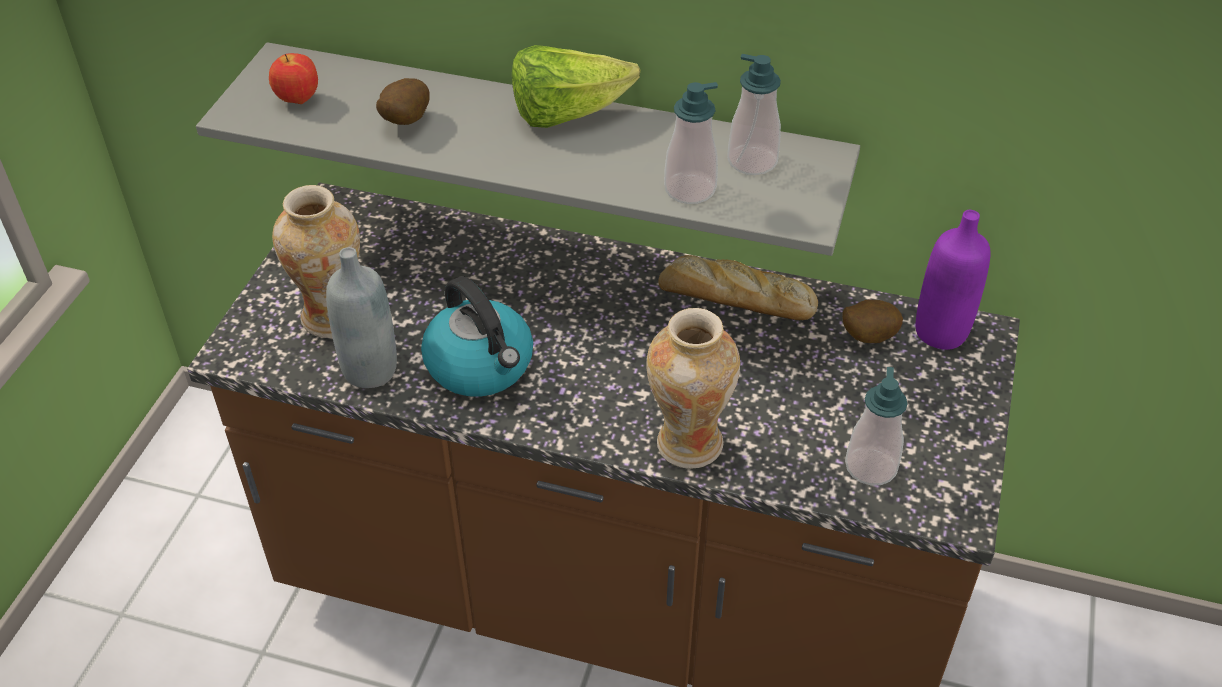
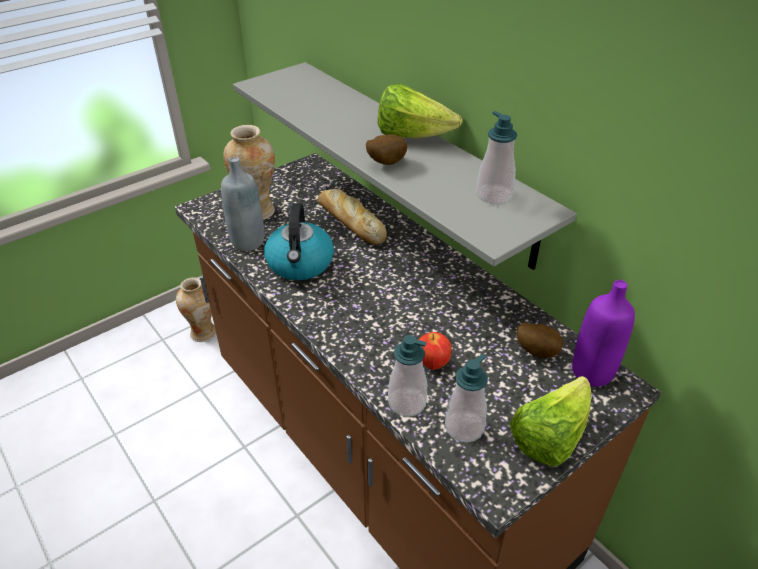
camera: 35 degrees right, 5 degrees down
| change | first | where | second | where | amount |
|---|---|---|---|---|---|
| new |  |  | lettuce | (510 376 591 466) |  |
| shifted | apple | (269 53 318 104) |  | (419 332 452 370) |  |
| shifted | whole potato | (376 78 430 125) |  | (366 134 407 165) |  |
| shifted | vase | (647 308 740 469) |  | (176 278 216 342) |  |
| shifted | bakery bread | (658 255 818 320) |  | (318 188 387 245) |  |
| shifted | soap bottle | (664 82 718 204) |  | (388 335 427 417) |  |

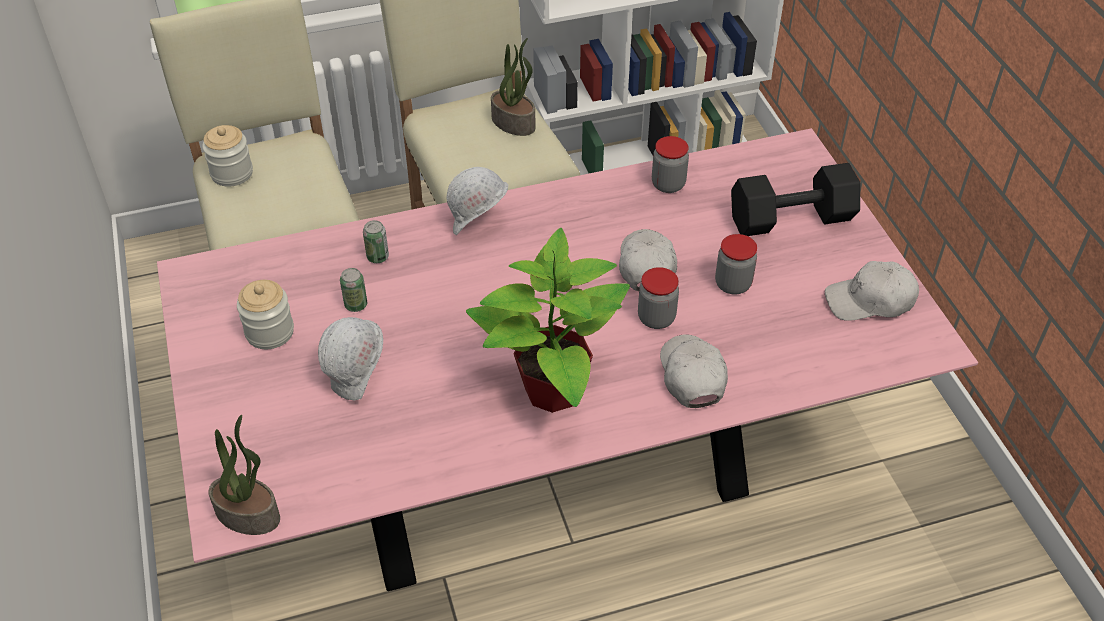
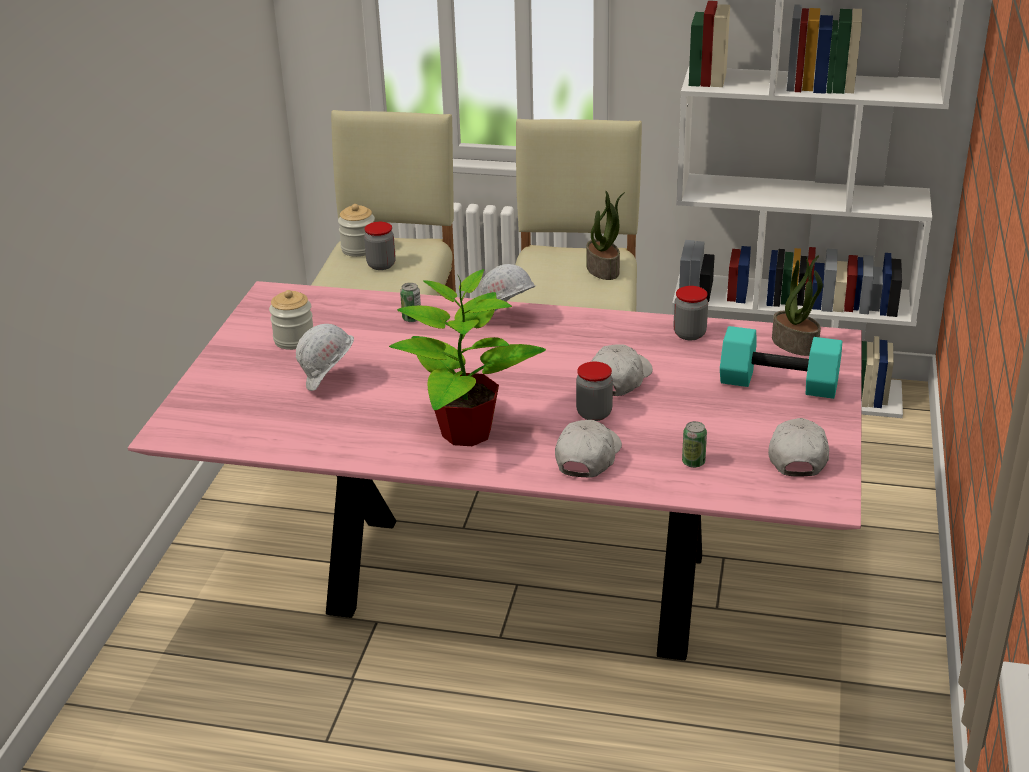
camera: 30 degrees right, 15 degrees down
| change | first | where | second | where | amount |
|---|---|---|---|---|---|
| shifted | houseplant | (208 415 280 535) |  | (772 255 823 356) |  |
| shifted | sealed can | (340 268 367 312) |  | (682 421 707 468) |  |
| shifted | jar | (715 234 757 294) |  | (364 222 396 270) |  |
| repainted | black-coloured dumbbell | (731 163 860 236) | blue-green dumbbell | (720 326 843 399) |  |
| rotated | whitish cap | (825 261 919 321) |  | (768 418 829 477) | 75 degrees clockwise |

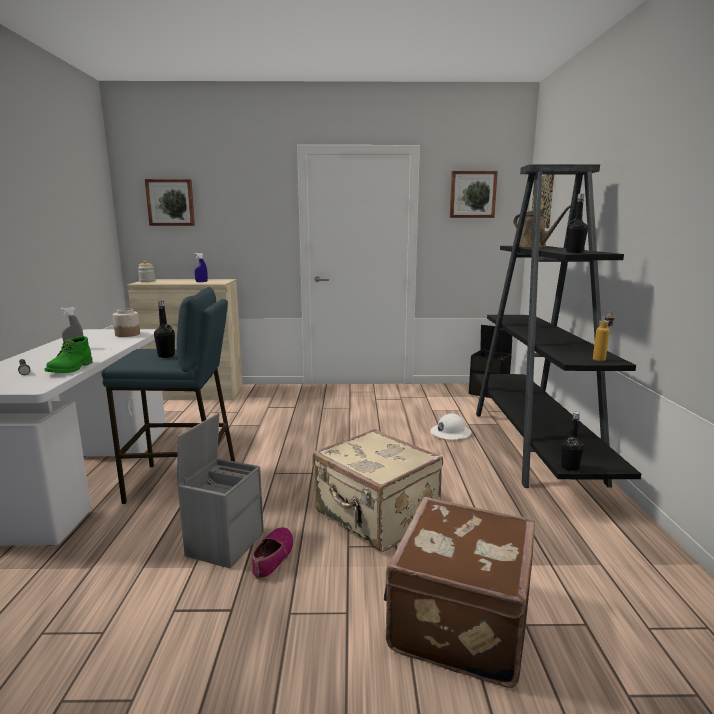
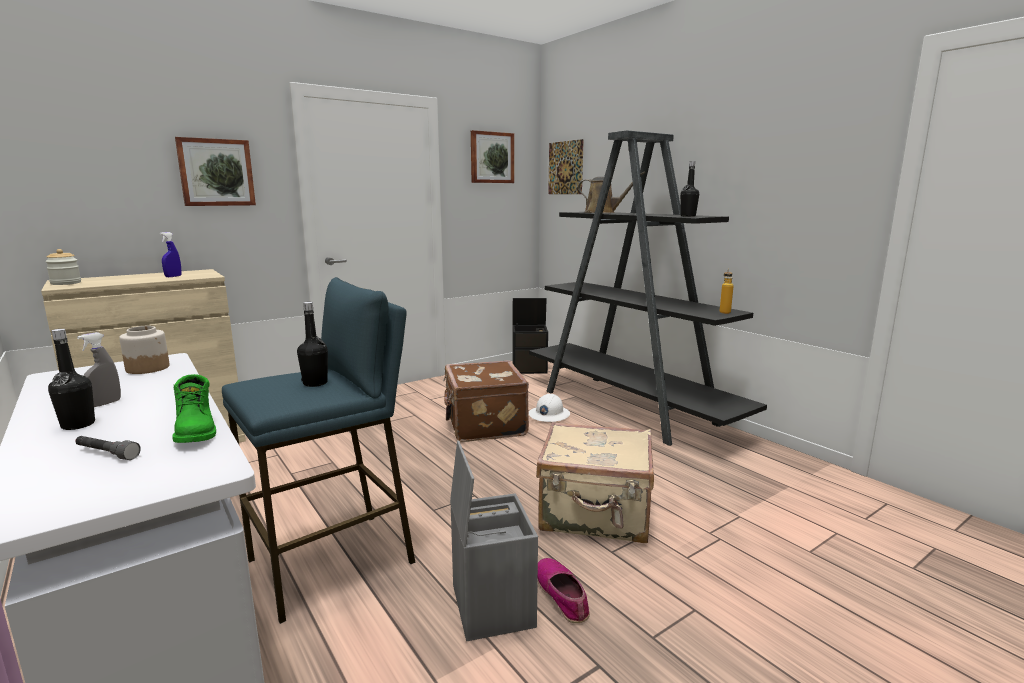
camera: 35 degrees left, 0 degrees up
| change | first | where | second | where | amount |
|---|---|---|---|---|---|
| shifted | wall art | (145 179 195 226) |  | (175 137 256 206) |  |
| shifted | brown travel case | (384 497 535 688) |  | (443 360 529 442) |  |
| shifted | black-coloured beverage bottle | (561 412 584 471) |  | (48 329 95 430) |  |

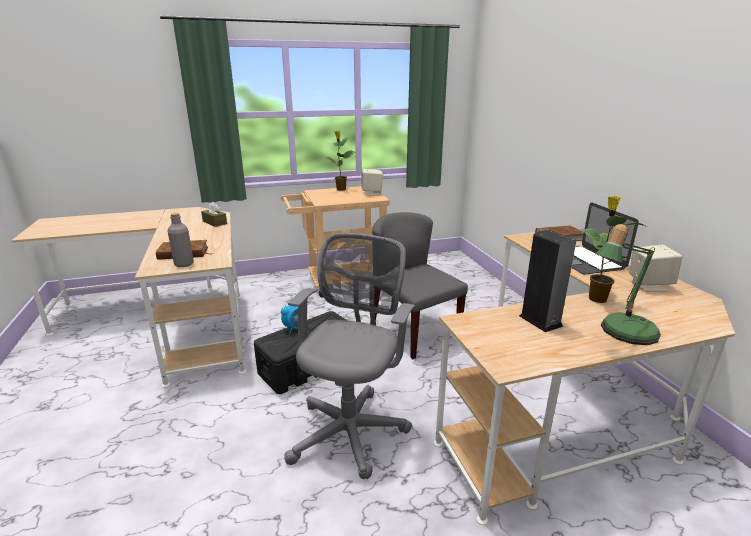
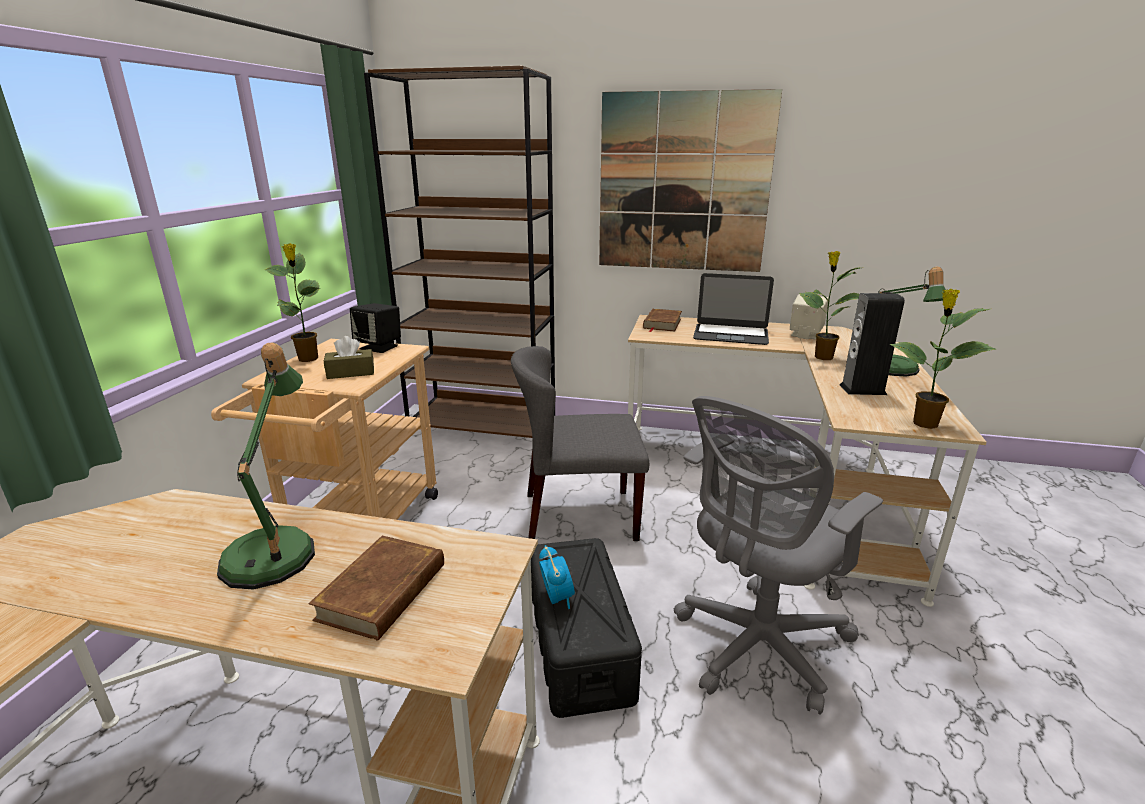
camera: 60 degrees left, 0 degrees up
| change | first | where | second | where | amount |
|---|---|---|---|---|---|
| gone | grey beverage bottle | (168 213 194 267) |  |  |  |
| new |  |  | tabletop lamp | (217 342 315 590) |  |
| new |  |  | brown bookcase | (364 66 555 438) |  |
| new |  |  | wall art | (599 89 782 272) |  |
| new |  |  | houseplant | (890 289 996 429) |  |
| shifted | brown tissue holder | (201 202 227 227) |  | (324 336 374 379) |  |
| repainted | sand-coloured audio speaker | (361 169 383 196) | black-coloured audio speaker | (350 303 401 353) |  |
| rotated | grey desk chair | (284 233 415 479) |  | (674 396 883 715) | 90 degrees counterclockwise |

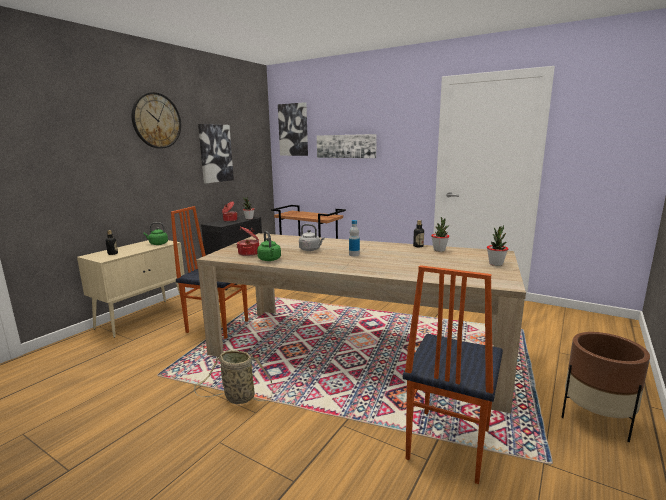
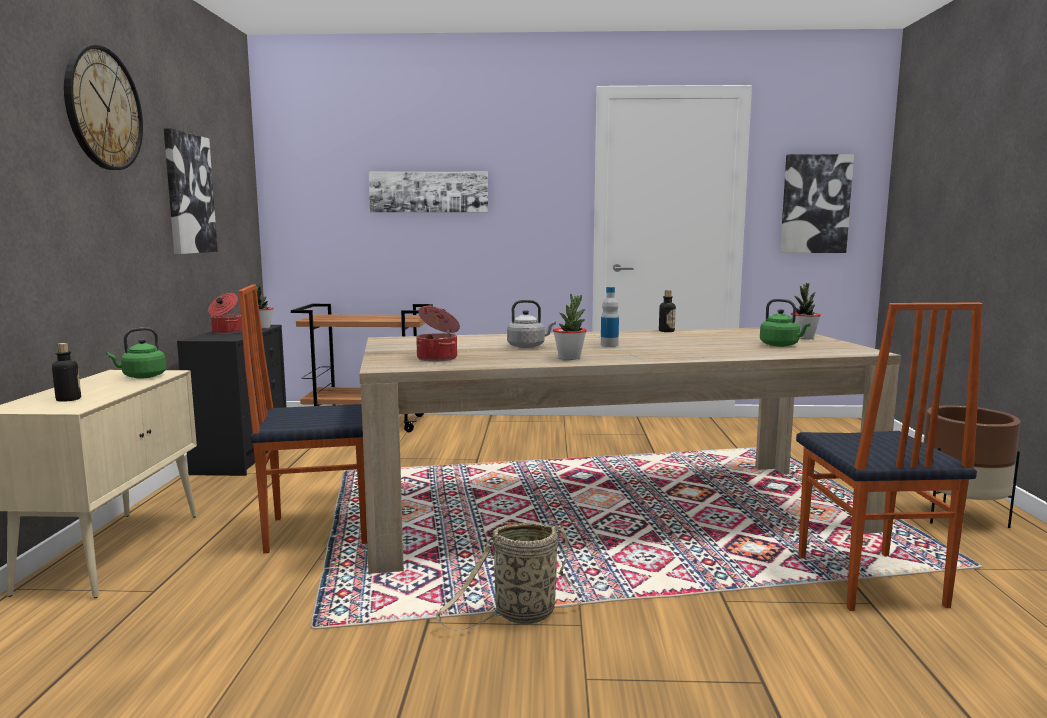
camera: 30 degrees left, 5 degrees down
| change | first | where | second | where | amount |
|---|---|---|---|---|---|
| shifted | greenish kettle | (257 231 281 261) |  | (760 299 811 347) |  |
| shifted | wall art | (278 102 308 156) |  | (780 154 854 253) |  |
| shifted | houseplant | (431 217 450 252) |  | (553 294 587 360) |  |

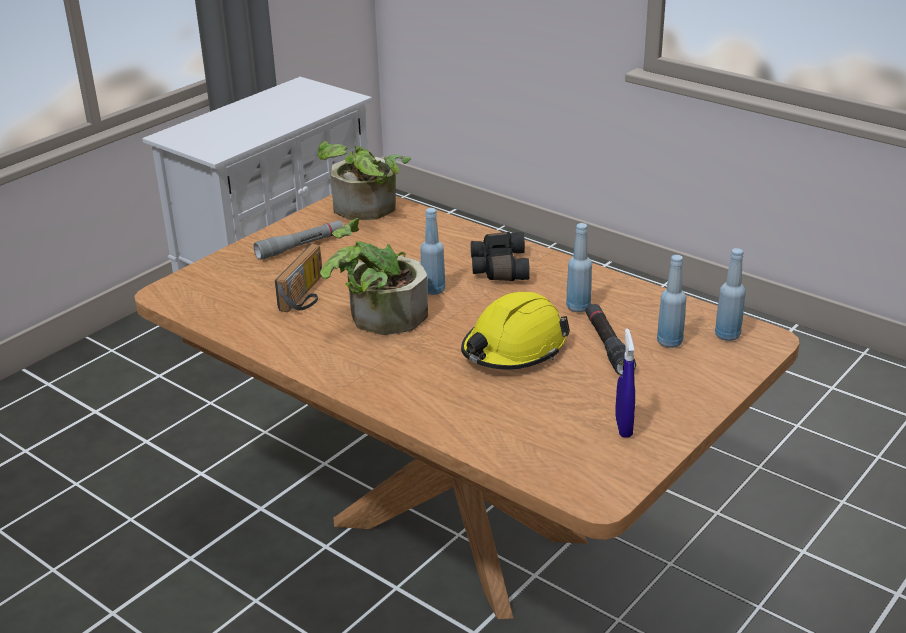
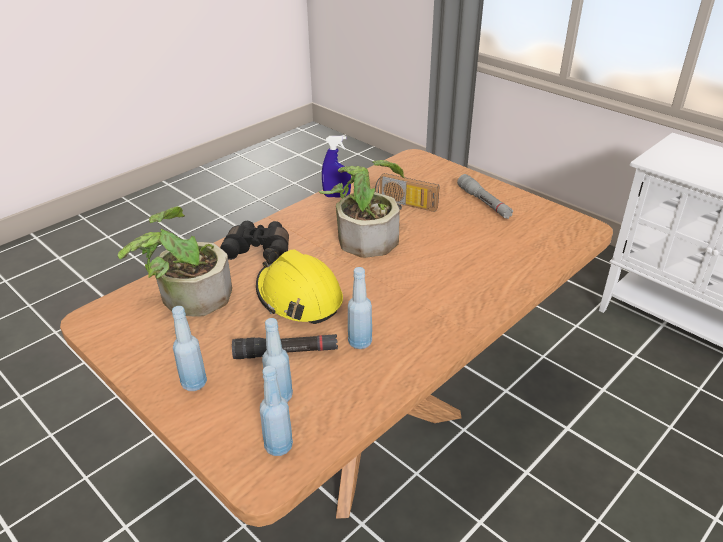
camera: 95 degrees right, 5 degrees up
| change | first | where | second | where | amount |
|---|---|---|---|---|---|
| shifted | houseplant | (317 141 411 220) |  | (118 206 232 317) |  |
| shifted | blue-coloured beverage bottle | (421 208 445 295) |  | (172 306 207 391) |  |
| shifted | black-coloured pair of binoculars | (471 232 530 281) |  | (220 221 289 260) |  |
| shifted | blue-coloured spray bottle | (615 329 635 438) |  | (322 136 351 198) |  |

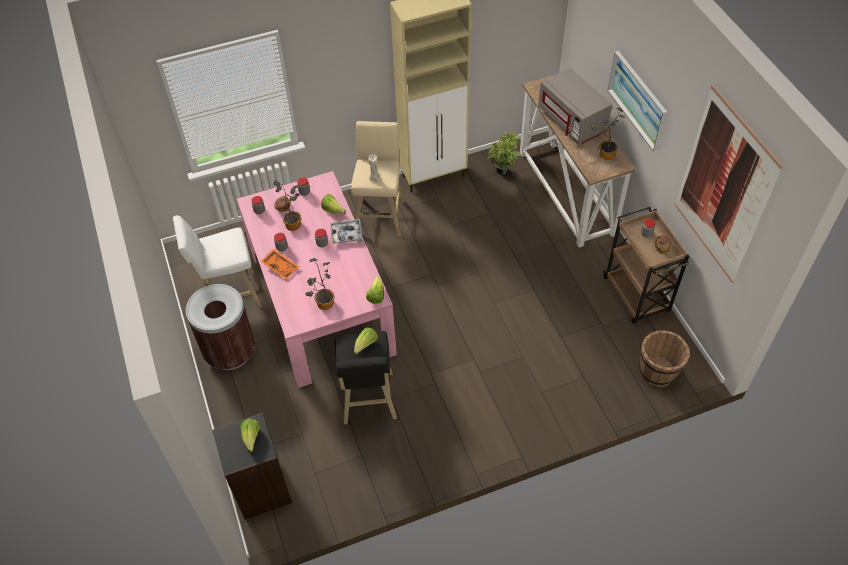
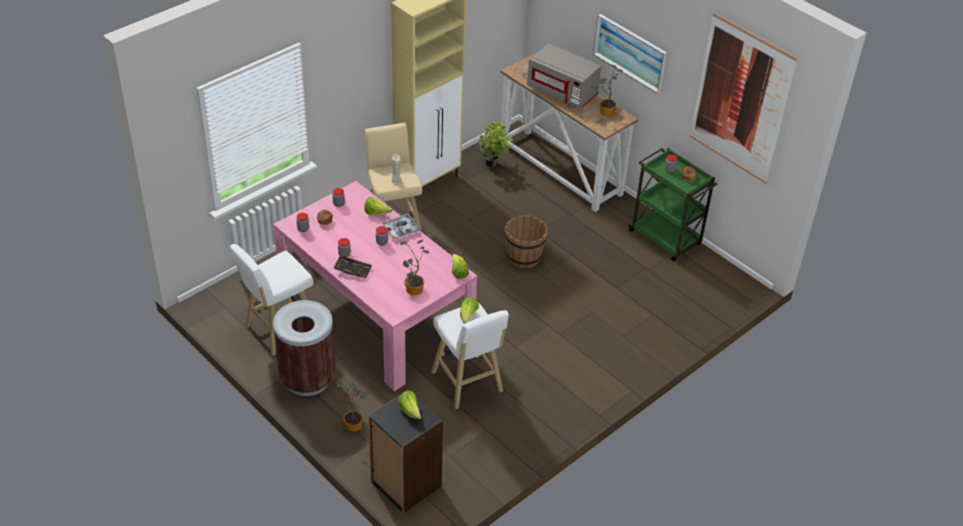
camera: 25 degrees left, 10 degrees down
| change | first | where | second | where | amount |
|---|---|---|---|---|---|
| shifted | houseplant | (274 180 301 231) |  | (336 382 367 432) |  |
| shifted | brown bucket | (639 330 690 387) |  | (505 215 548 268) |  |
| repainted | orangey carrying tray | (261 249 299 279) | black-coloured carrying tray | (333 255 372 279) |  |
| repainted | black-coloured sitting stool | (335 331 397 424) | whitish sitting stool | (431 303 509 409) |  |
| repainted | brown trolley | (603 207 690 324) | greenish trolley | (628 148 718 261) |  |

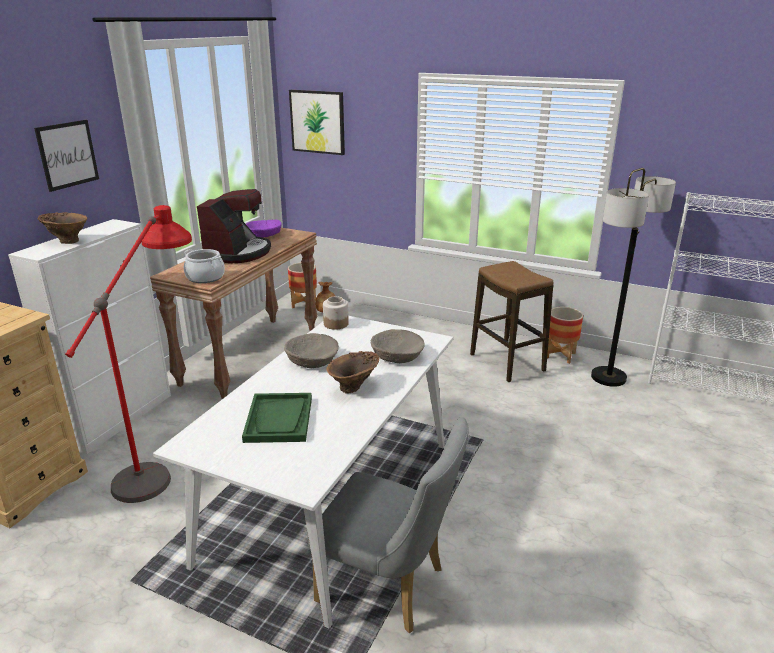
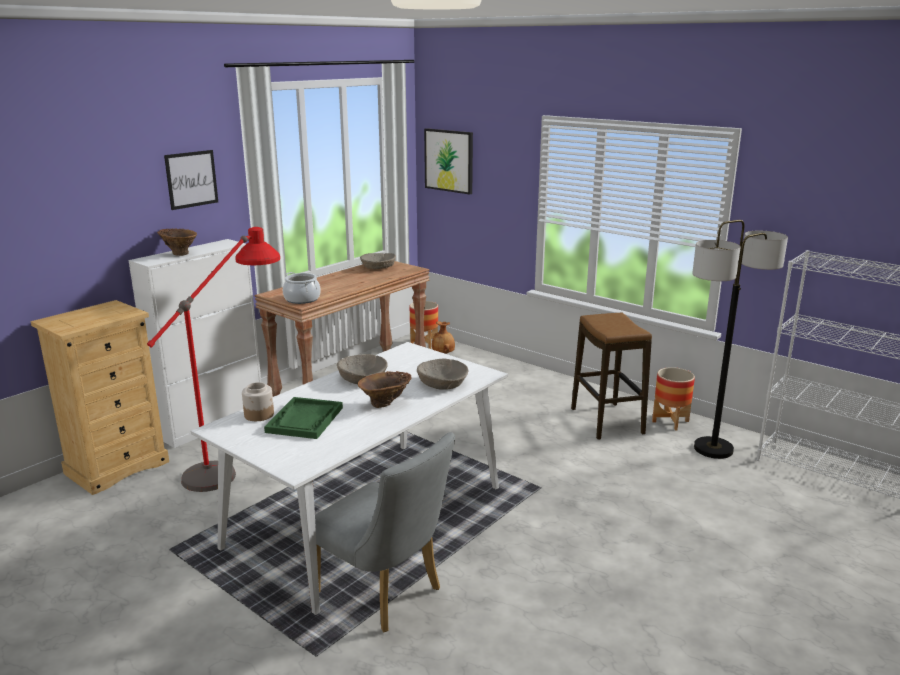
camera: 15 degrees right, 5 degrees down
| change | first | where | second | where | amount |
|---|---|---|---|---|---|
| gone | coffee brewer | (197 189 271 263) |  |  |  |
| shifted | jar | (323 296 349 330) |  | (242 382 274 421) |  |
| repainted | purple-coloured deep dish | (246 220 282 238) | sand-coloured deep dish | (360 253 396 269) |  |

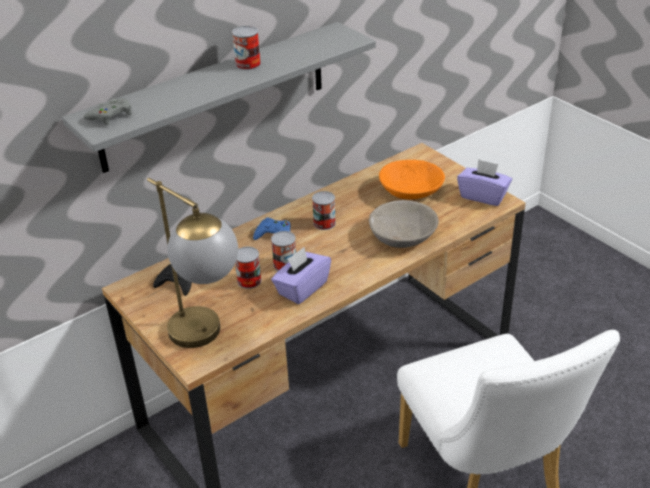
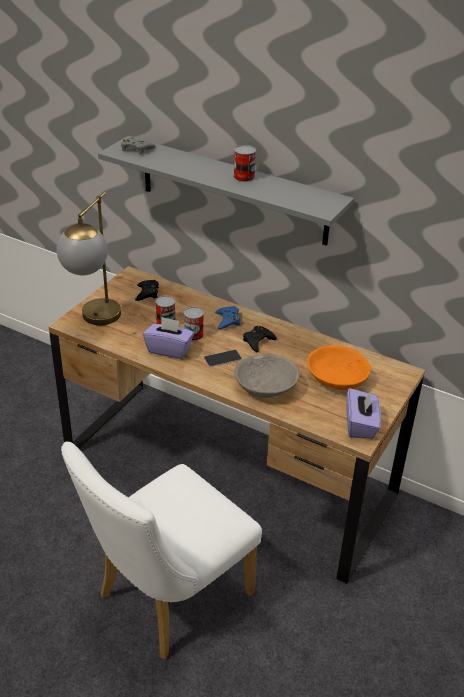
camera: 65 degrees right, 0 degrees up
| change | first | where | second | where | amount |
|---|---|---|---|---|---|
| new |  |  | telephone | (204 350 242 367) |  |
| swapped | sealed can | (312 191 336 230) | black-coloured game controller | (243 326 277 352) |  |

